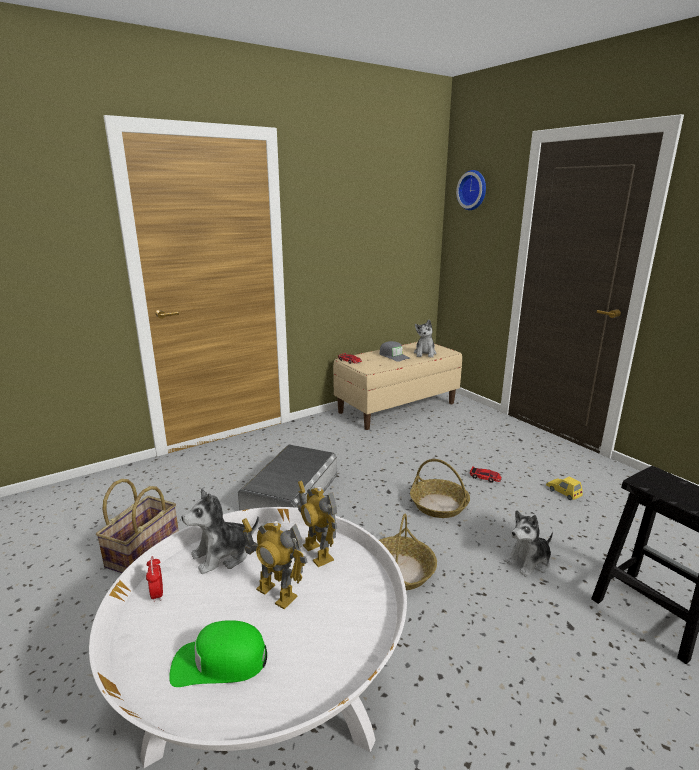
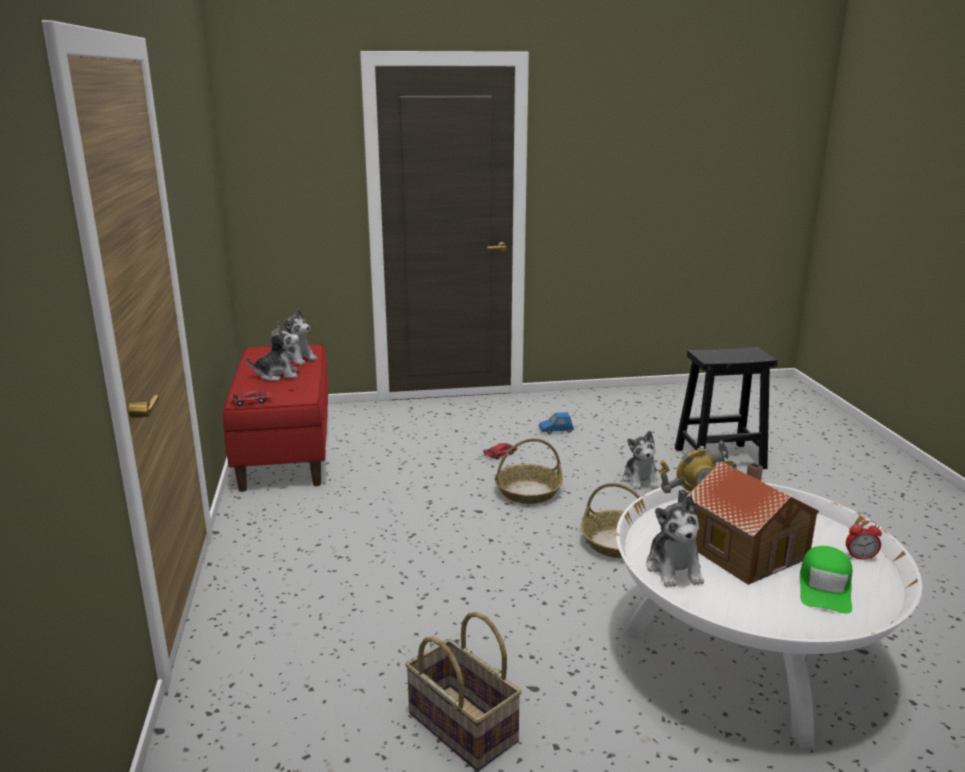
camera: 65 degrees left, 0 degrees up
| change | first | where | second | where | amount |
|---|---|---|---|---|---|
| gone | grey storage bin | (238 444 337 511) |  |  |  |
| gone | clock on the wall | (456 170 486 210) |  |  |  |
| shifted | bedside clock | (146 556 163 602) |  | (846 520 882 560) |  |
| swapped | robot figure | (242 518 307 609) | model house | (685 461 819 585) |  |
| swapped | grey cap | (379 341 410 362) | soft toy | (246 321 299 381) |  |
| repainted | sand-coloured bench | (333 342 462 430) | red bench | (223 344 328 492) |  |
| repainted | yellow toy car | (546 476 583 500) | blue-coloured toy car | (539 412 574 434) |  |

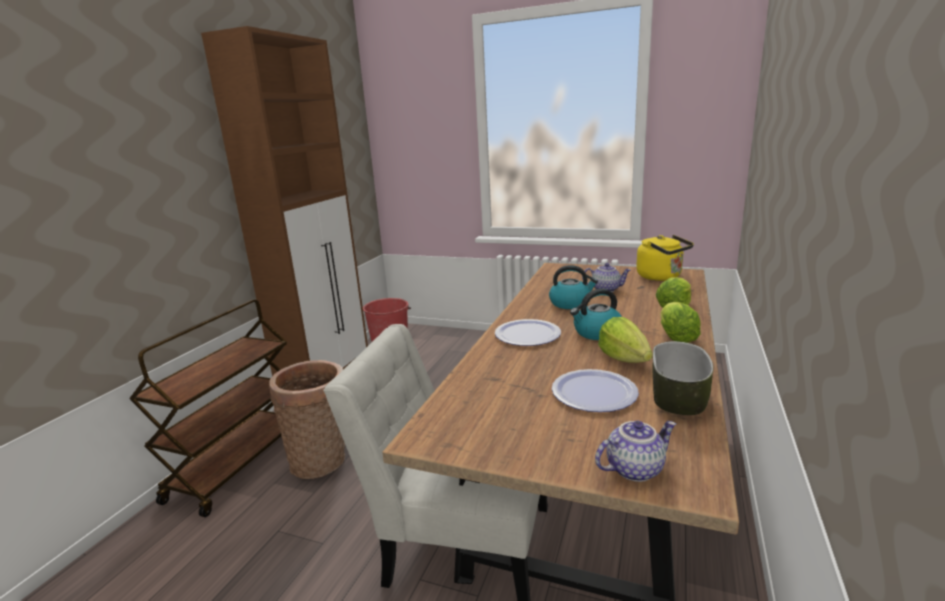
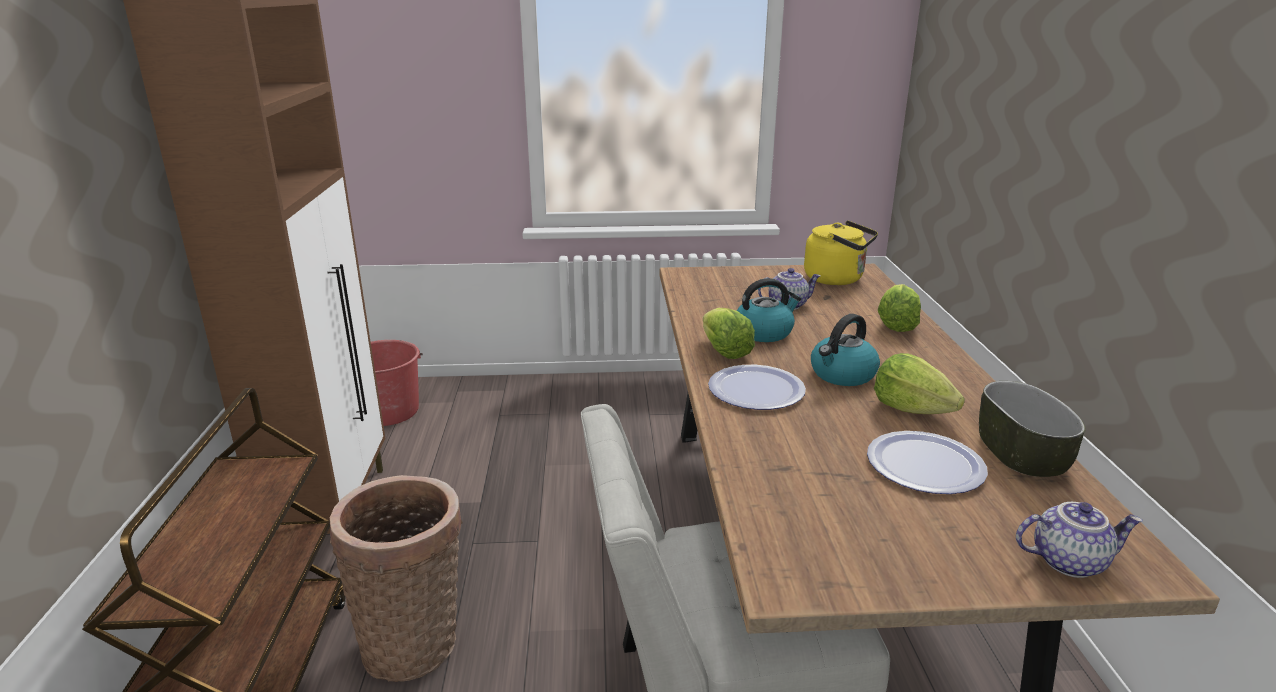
camera: 25 degrees left, 5 degrees up
| change | first | where | second | where | amount |
|---|---|---|---|---|---|
| shifted | lettuce | (661 302 701 343) |  | (703 308 755 359) |  |
| rotated | pot for tea | (595 421 676 482) |  | (1016 502 1143 578) | 45 degrees clockwise |

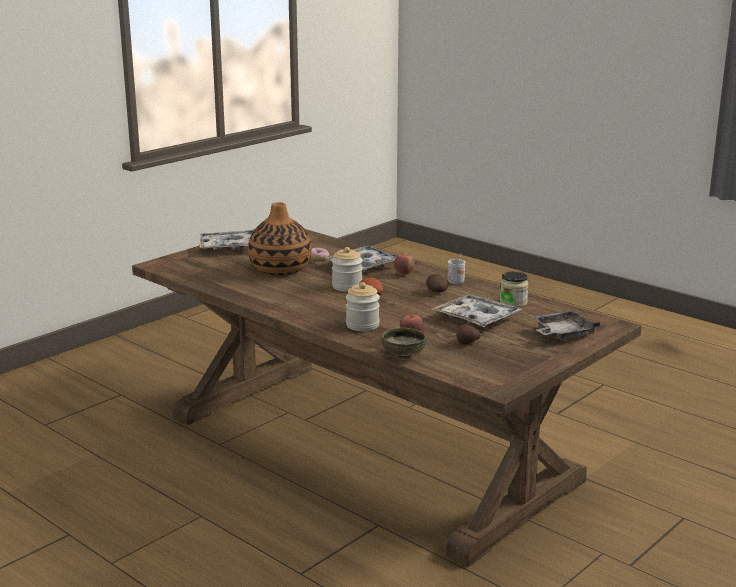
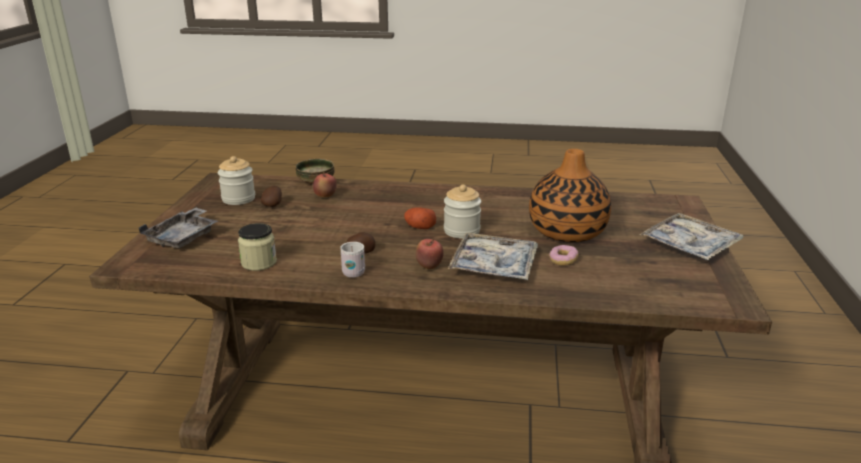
camera: 145 degrees right, 5 degrees up
| change | first | where | second | where | amount |
|---|---|---|---|---|---|
| gone | carrying tray | (432 294 522 327) |  |  |  |
| shifted | jar | (346 282 380 331) |  | (218 156 255 205) |  |

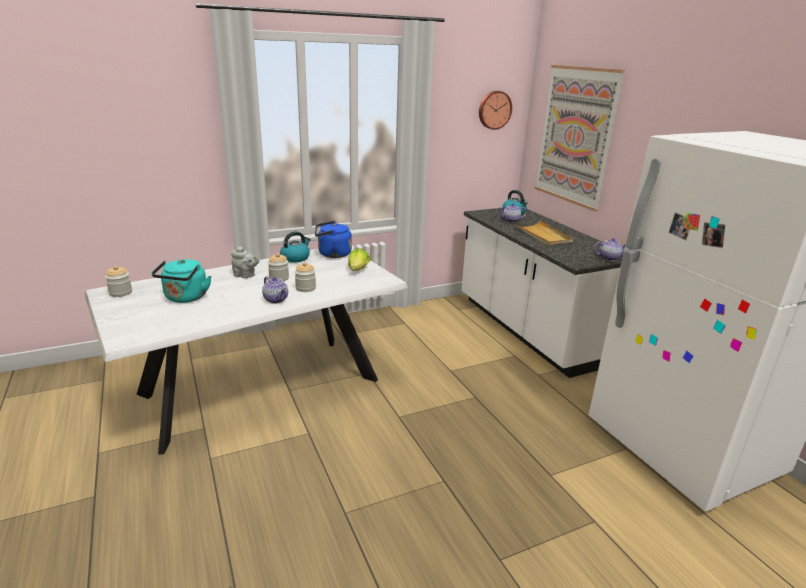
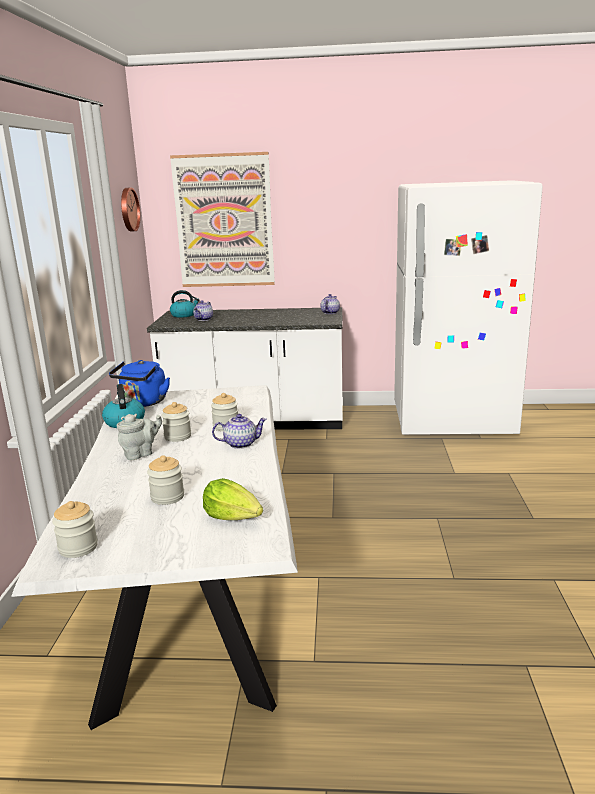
camera: 60 degrees left, 5 degrees down
| change | first | where | second | where | amount |
|---|---|---|---|---|---|
| gone | sand-coloured carrying tray | (514 221 573 246) |  |  |  |
| shifted | lettuce | (348 249 370 271) |  | (203 478 263 520) |  |
| swapped | blue-green kettle | (151 259 211 303) | jar | (147 455 184 505) |  |

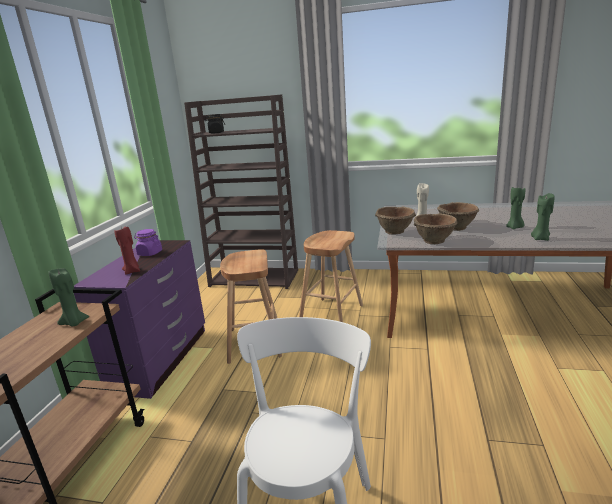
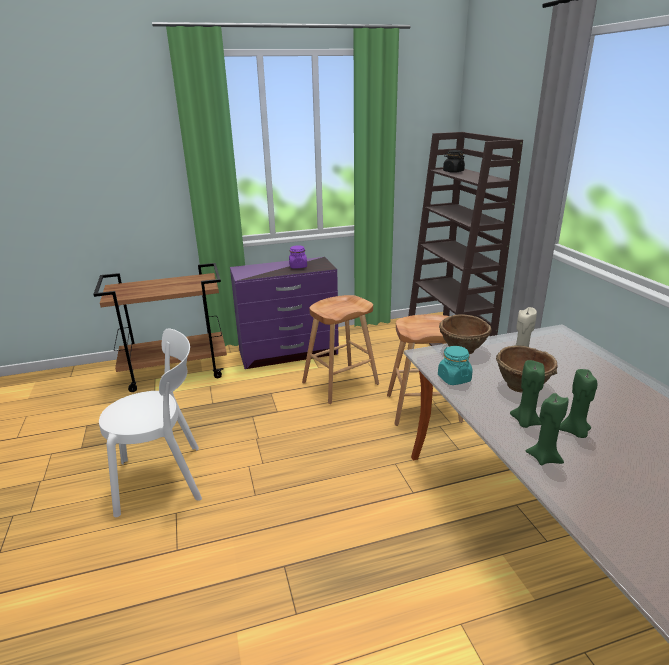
camera: 60 degrees right, 5 degrees up
| change | first | where | second | where | amount |
|---|---|---|---|---|---|
| gone | red candle | (114 227 140 275) |  |  |  |
| shifted | greenish candle | (48 268 89 326) |  | (510 360 545 428) |  |
| swapped | brown deep dish | (414 213 457 244) | blue-green jar | (438 346 473 385) |  |

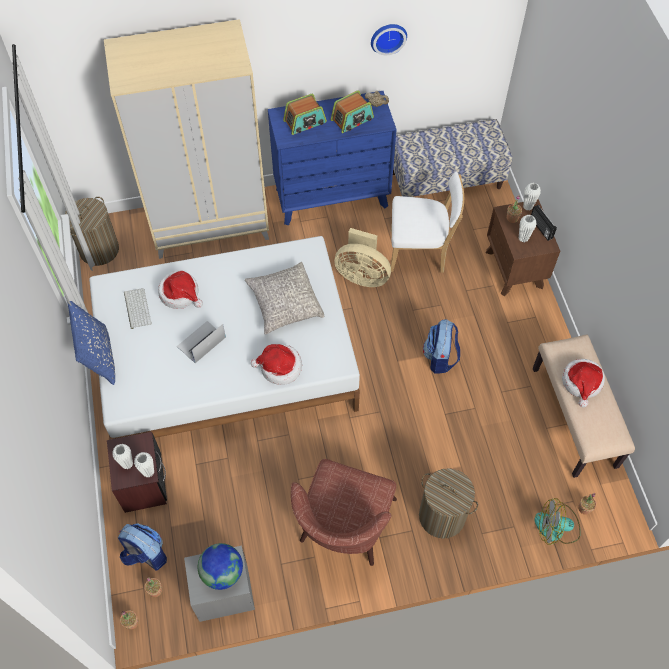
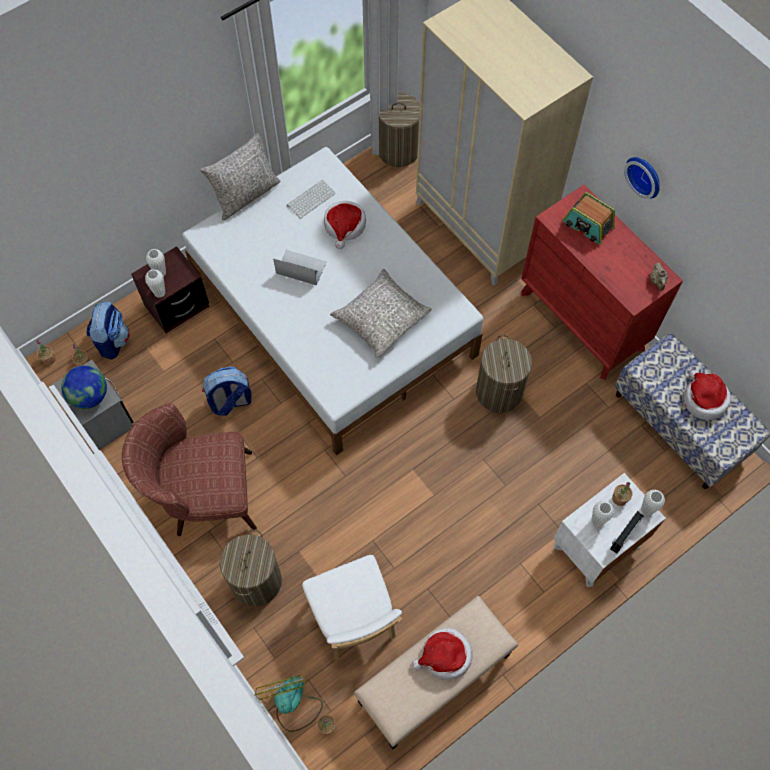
camera: 65 degrees right, 5 degrees up
| change | first | where | second | where | amount |
|---|---|---|---|---|---|
| gone | radio set | (331 90 374 133) |  |  |  |
| shifted | hat | (250 344 302 385) |  | (684 370 731 420) |  |
| shifted | clock on the wall | (371 24 407 55) |  | (624 157 660 199) |  |
| shifted | whitish plain chair | (391 172 464 273) |  | (302 555 402 662) |  |
| shifted | backpack | (423 319 460 373) |  | (202 367 252 416) |  |
| swapped | sand-coloured electric fan | (334 228 391 287) | washing basket | (476 335 532 413) |  |
| repainted | blue-coloured throw pillow | (68 301 115 385) | grey throw pillow | (200 133 281 220) |  |
| repainted | blue-coloured dresser | (268 91 397 225) | red dresser | (521 185 683 380) |  |
| repainted | brown nightstand | (486 199 560 296) | whitish nightstand | (553 473 666 587) |  |

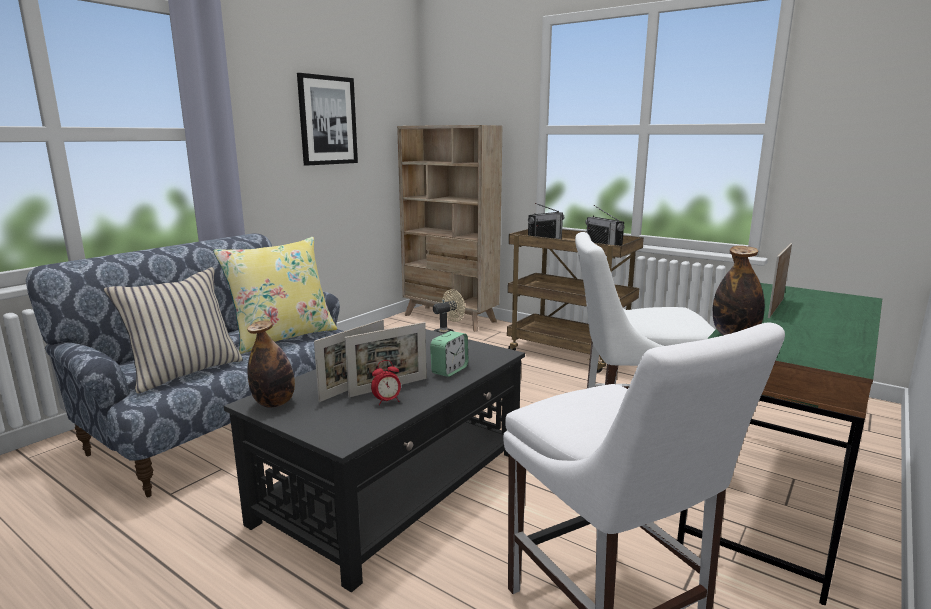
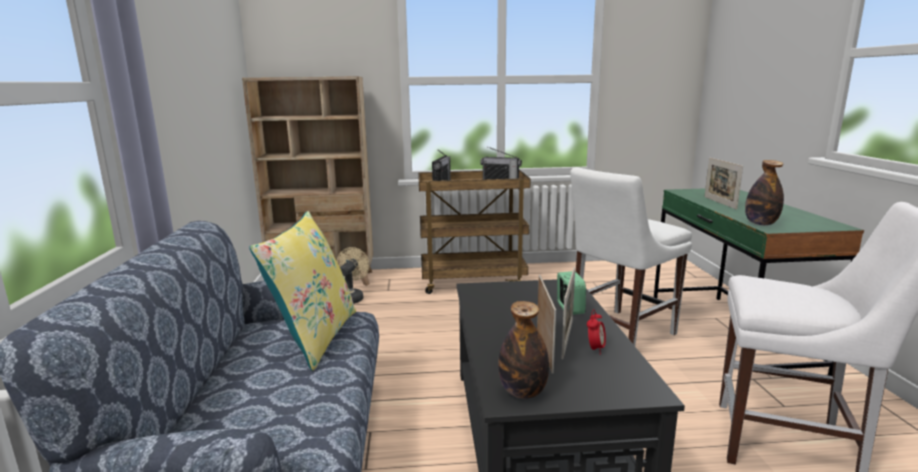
camera: 40 degrees left, 0 degrees up
| change | first | where | second | where | amount |
|---|---|---|---|---|---|
| gone | sand-coloured throw pillow | (104 267 243 394) |  |  |  |
| gone | wall art | (297 73 358 166) |  |  |  |

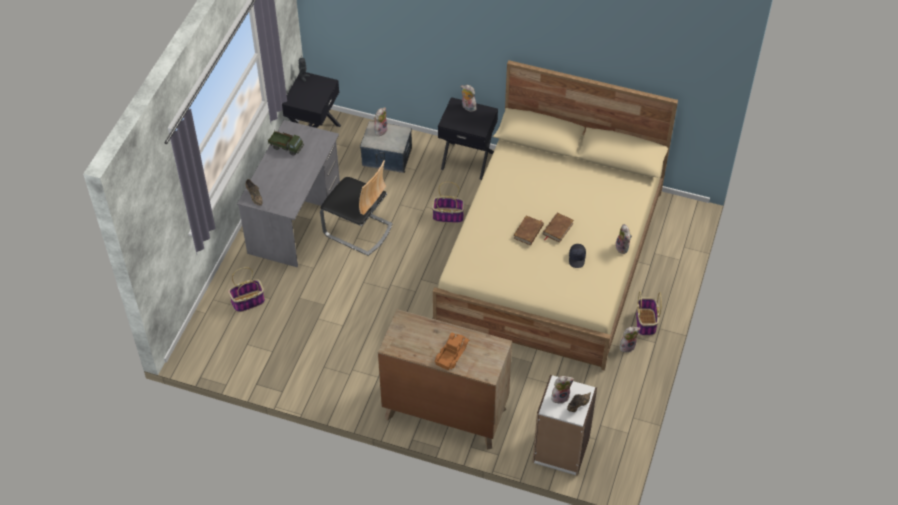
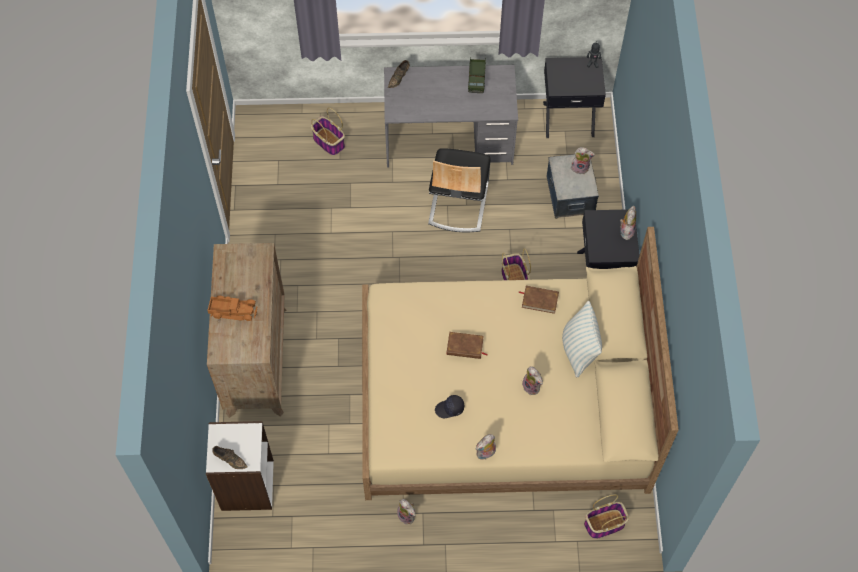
camera: 70 degrees right, 10 degrees up
| change | first | where | second | where | amount |
|---|---|---|---|---|---|
| new |  |  | throw pillow | (562 301 602 377) |  |
| shifted | brown book | (543 213 574 243) |  | (518 286 559 314) |  |
| shifted | soft toy | (551 376 574 404) |  | (521 366 543 395) |  |
| shifted | household basket | (636 291 662 336) |  | (584 494 629 539) |  |

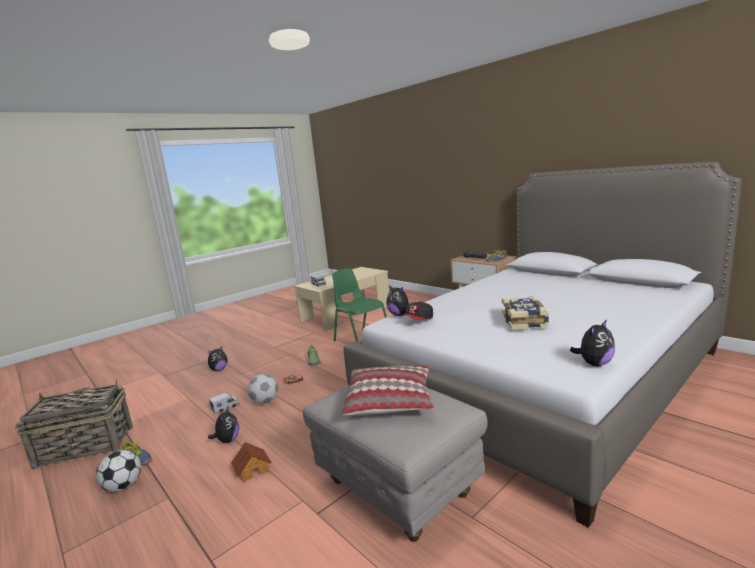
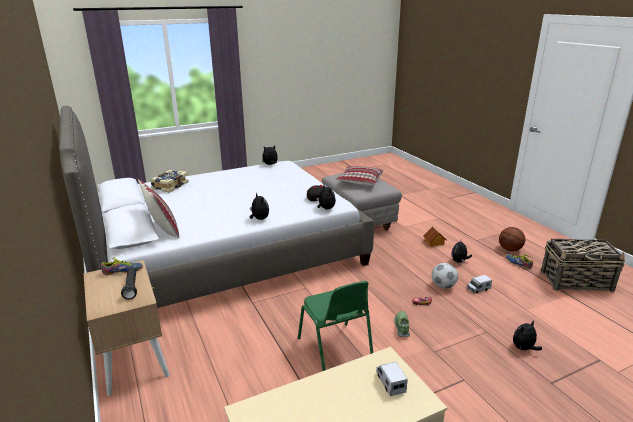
camera: 165 degrees left, 10 degrees up
| change | first | where | second | where | amount |
|---|---|---|---|---|---|
| new |  |  | throw pillow | (138 179 179 239) |  |
| new |  |  | soft toy | (250 193 269 220) |  |
| shifted | book | (502 296 549 330) |  | (150 170 189 192) |  |
| swapped | football | (96 450 141 492) | ball for basketball | (499 227 525 251) |  |

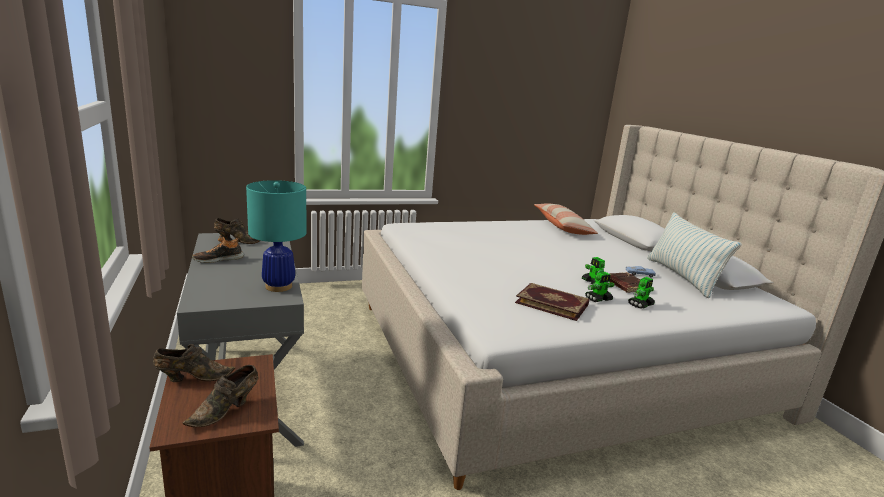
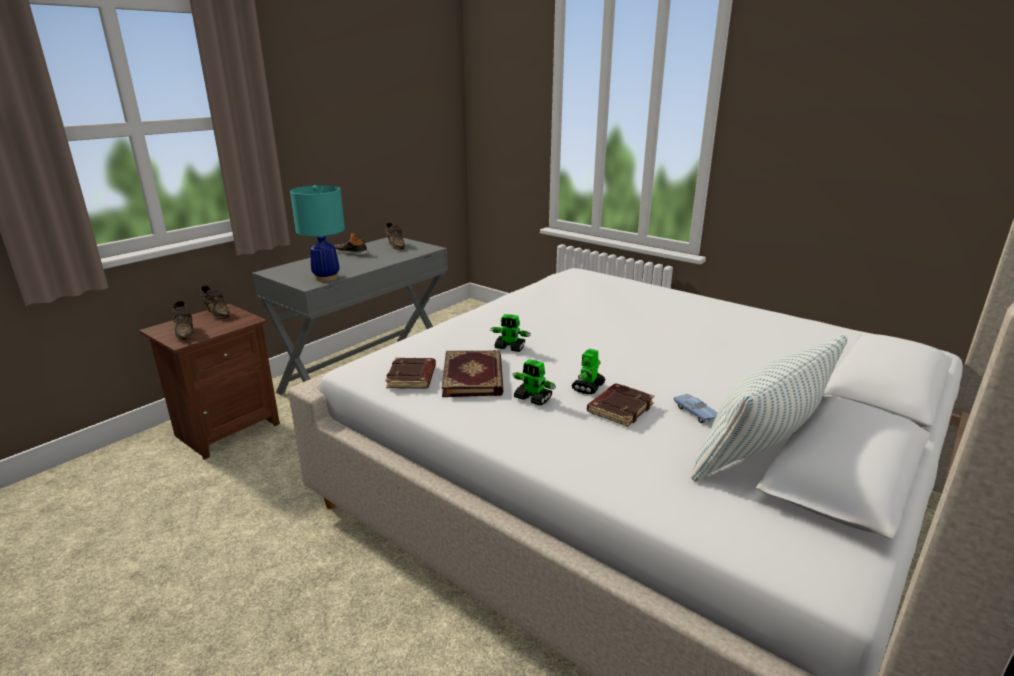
camera: 60 degrees right, 5 degrees up
| change | first | where | second | where | amount |
|---|---|---|---|---|---|
| gone | throw pillow | (534 203 598 235) |  |  |  |
| new |  |  | brown book | (385 358 436 389) |  |
| shifted | robot figure | (628 277 655 309) |  | (491 314 531 352) |  |
| rotated | brown low shoe | (183 365 258 427) |  | (173 301 195 340) | 120 degrees counterclockwise |

